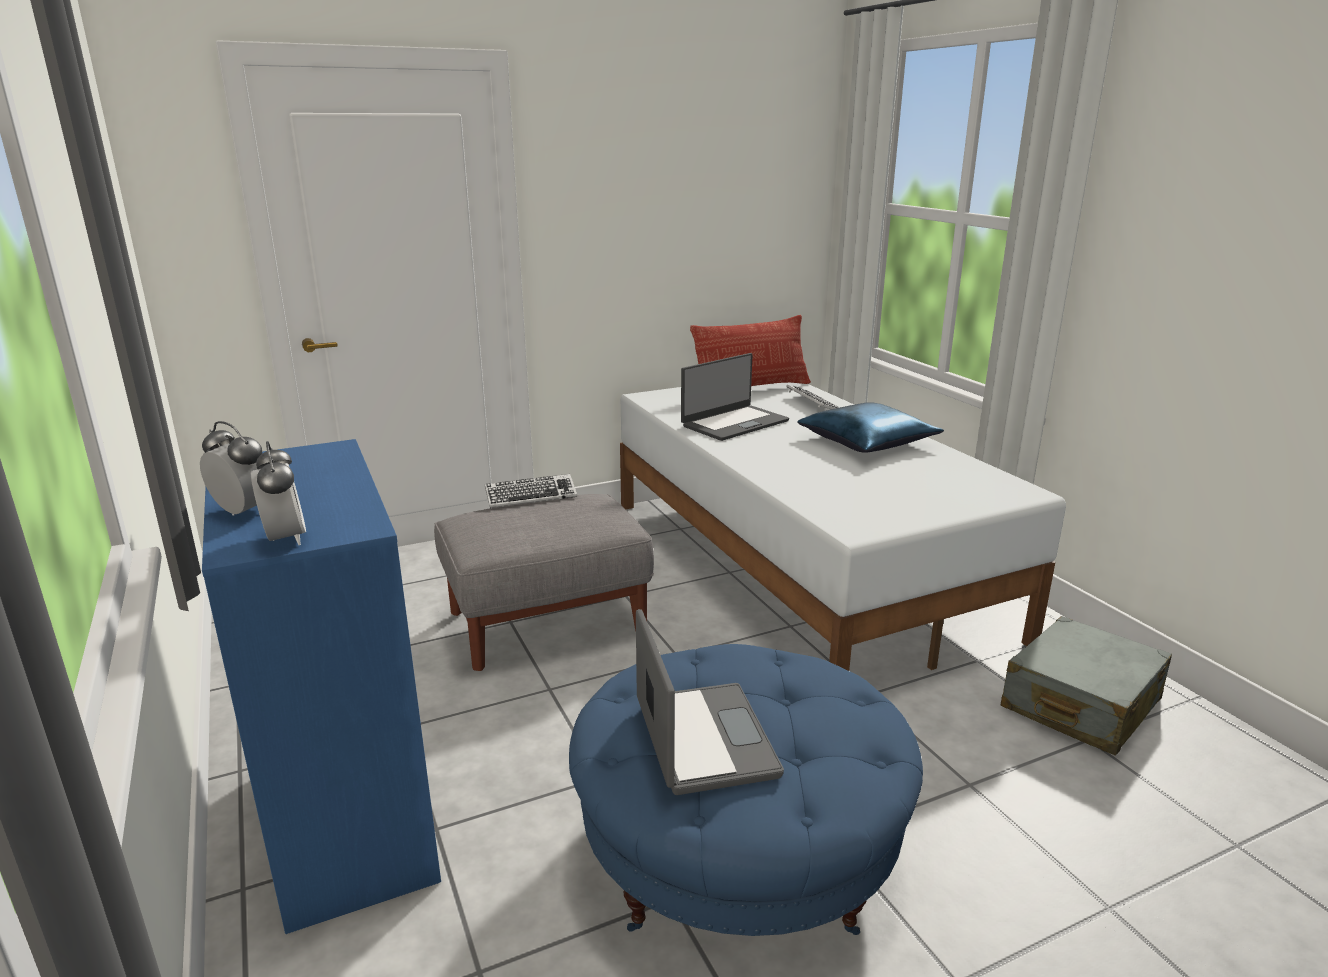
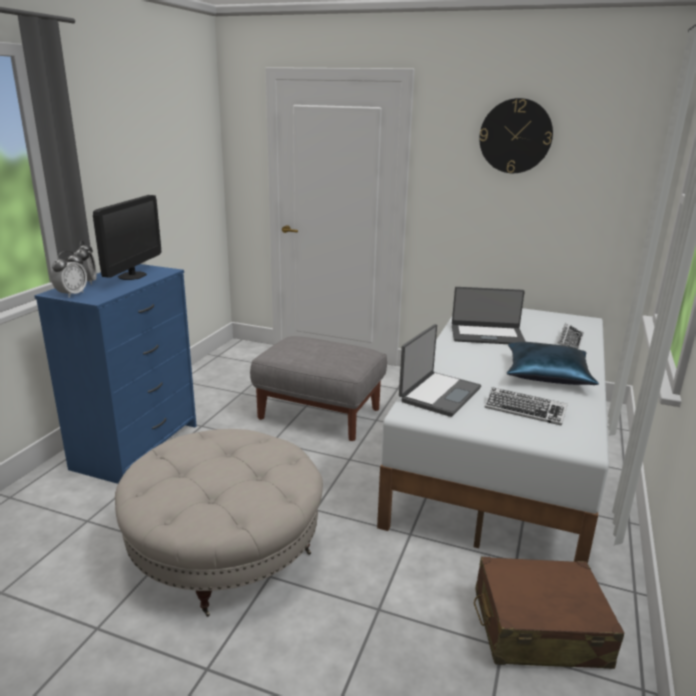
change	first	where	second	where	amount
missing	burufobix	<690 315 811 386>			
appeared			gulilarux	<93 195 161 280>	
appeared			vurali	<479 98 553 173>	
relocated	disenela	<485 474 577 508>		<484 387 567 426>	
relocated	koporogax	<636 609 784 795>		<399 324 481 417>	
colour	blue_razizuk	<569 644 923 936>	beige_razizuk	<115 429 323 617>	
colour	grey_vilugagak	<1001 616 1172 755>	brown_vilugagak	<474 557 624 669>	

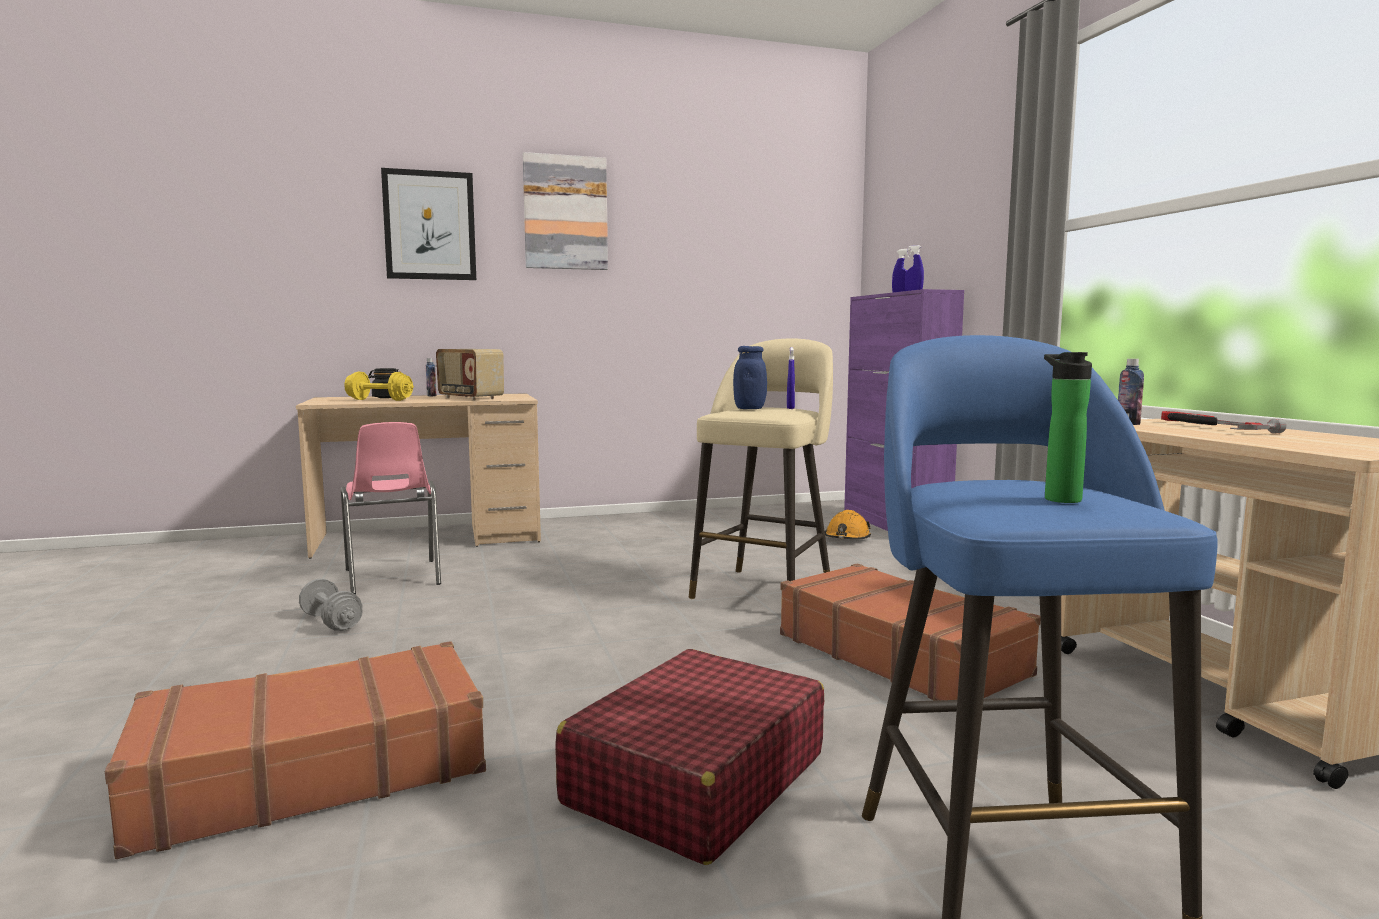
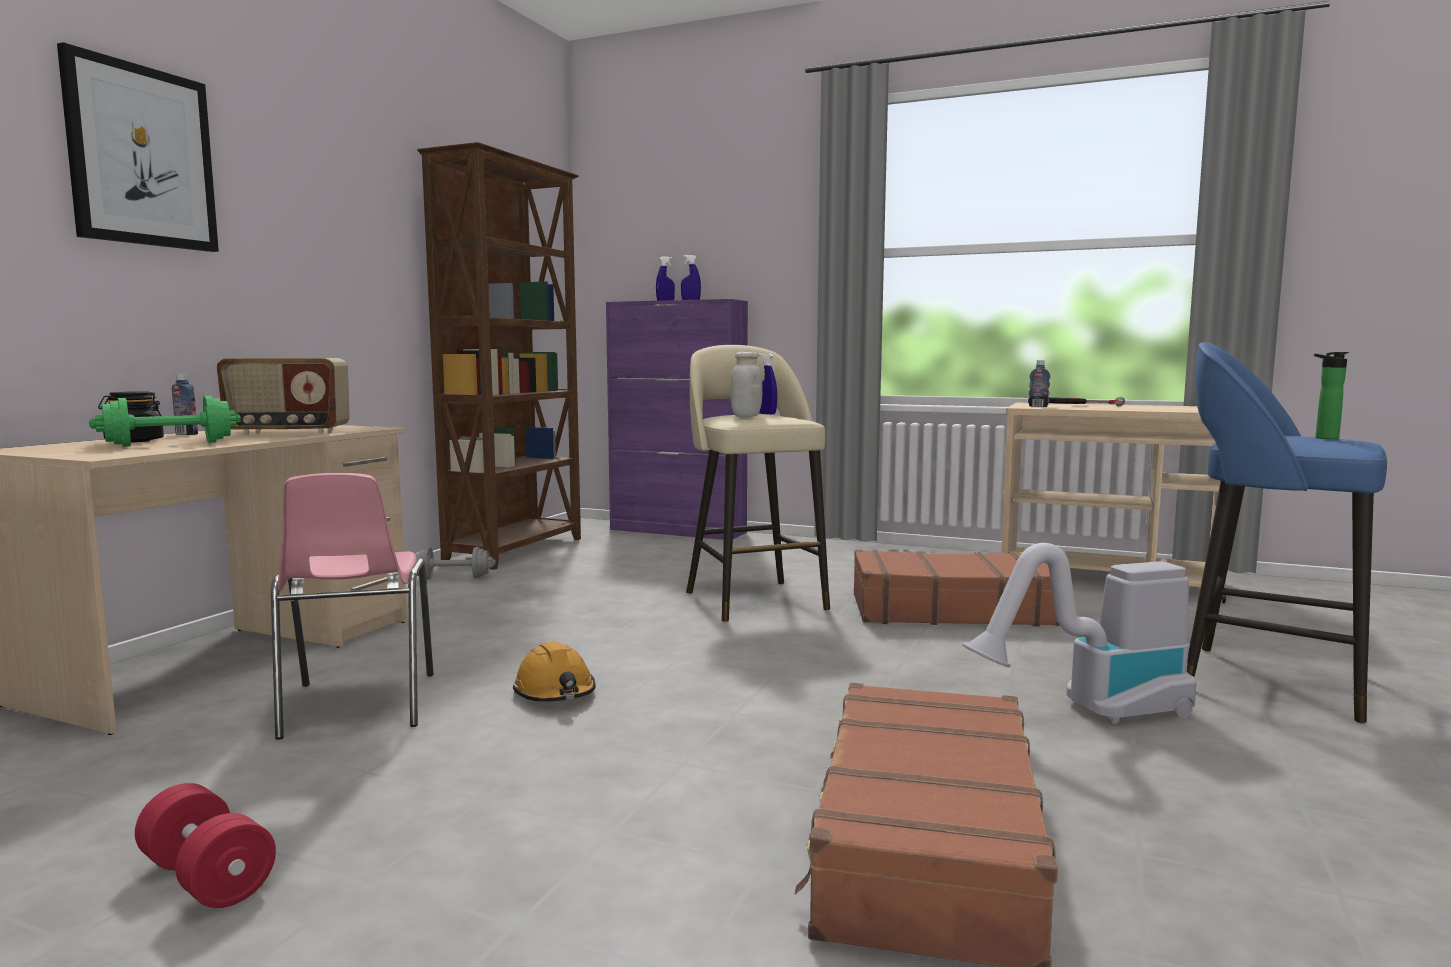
change	first	where	second	where	amount
missing	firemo	<523 152 608 270>			
appeared			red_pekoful	<135 783 276 908>	
appeared			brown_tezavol	<417 142 581 570>	
relocated	grey_pekoful	<299 579 363 631>		<415 547 496 579>	
relocated	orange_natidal	<825 510 871 539>		<513 642 596 702>	
exchanged	red_vilugagak	<555 649 824 865>	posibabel	<963 543 1197 724>	
colour	yellow_pekoful	<344 372 414 401>	green_pekoful	<89 396 241 447>	
colour	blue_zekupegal	<733 346 767 409>	white_zekupegal	<730 352 762 417>	
spun	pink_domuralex	<341 422 441 594>		<271 473 433 740>	60 degrees clockwise

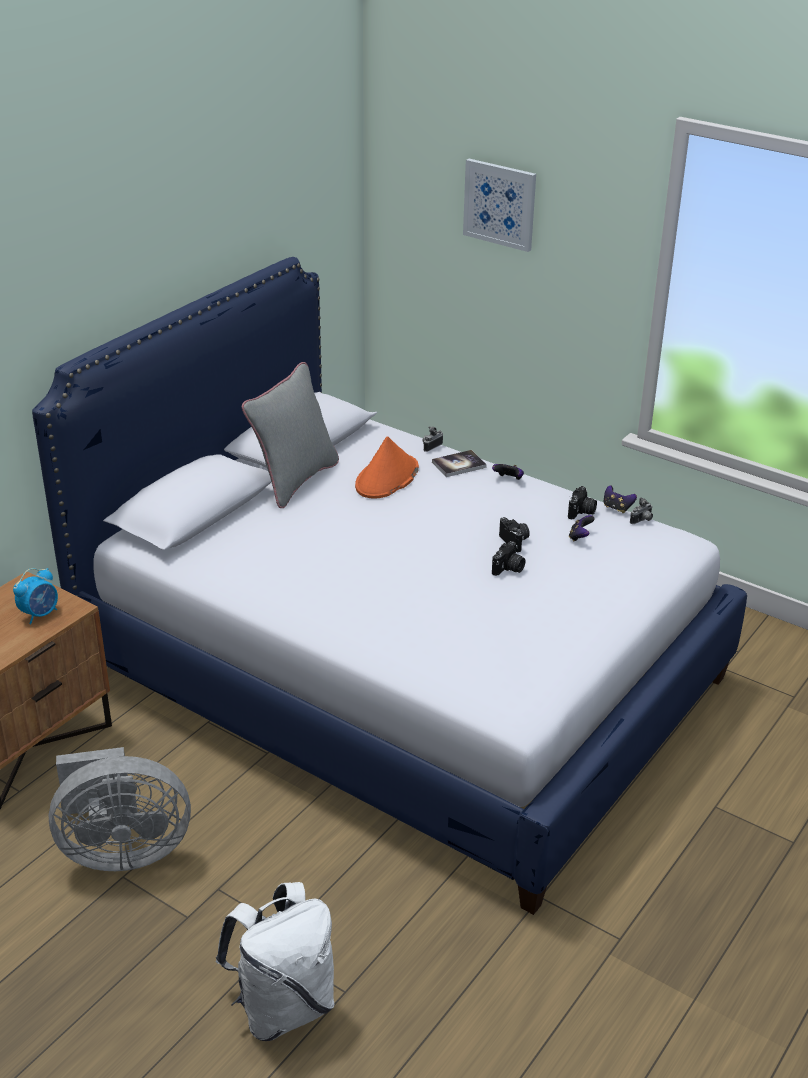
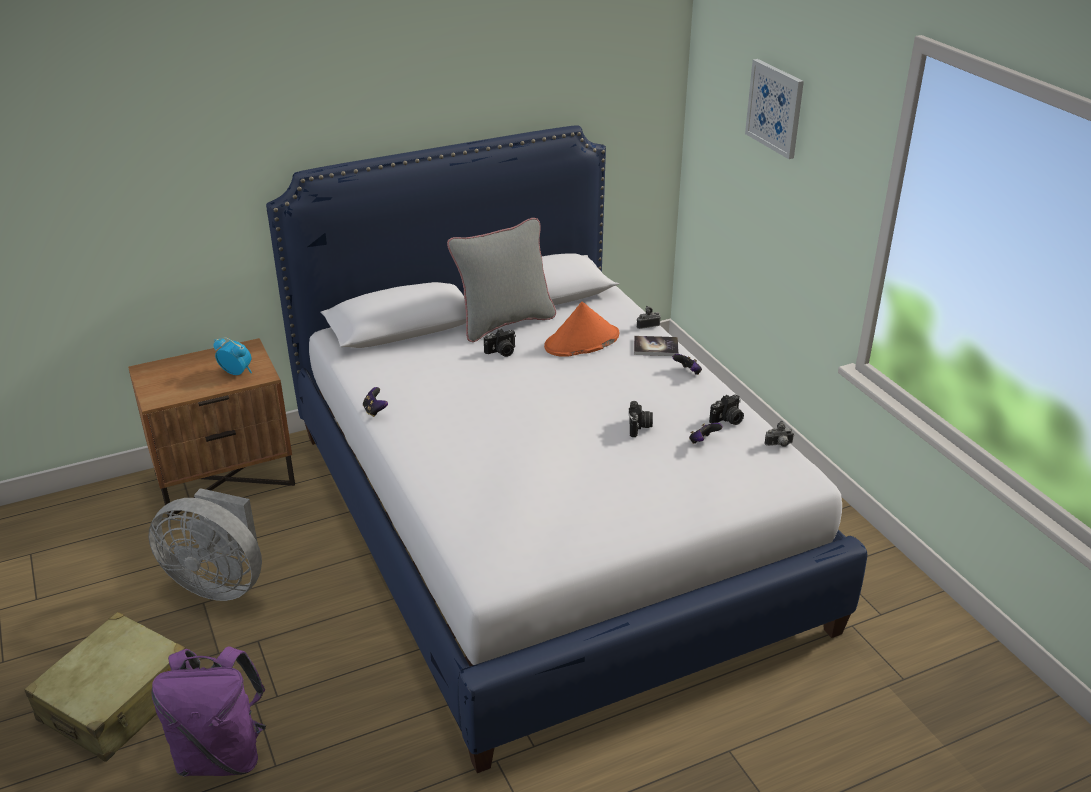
change	first	where	second	where	amount
appeared			beige_vilugagak	<24 612 186 762>	
relocated	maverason	<492 541 526 576>		<484 329 516 357>	
relocated	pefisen	<604 485 637 513>		<363 387 388 417>	
colour	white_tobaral	<216 882 334 1041>	purple_tobaral	<152 646 266 777>	
spun	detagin	<13 568 58 624>		<213 337 252 375>	135 degrees counterclockwise

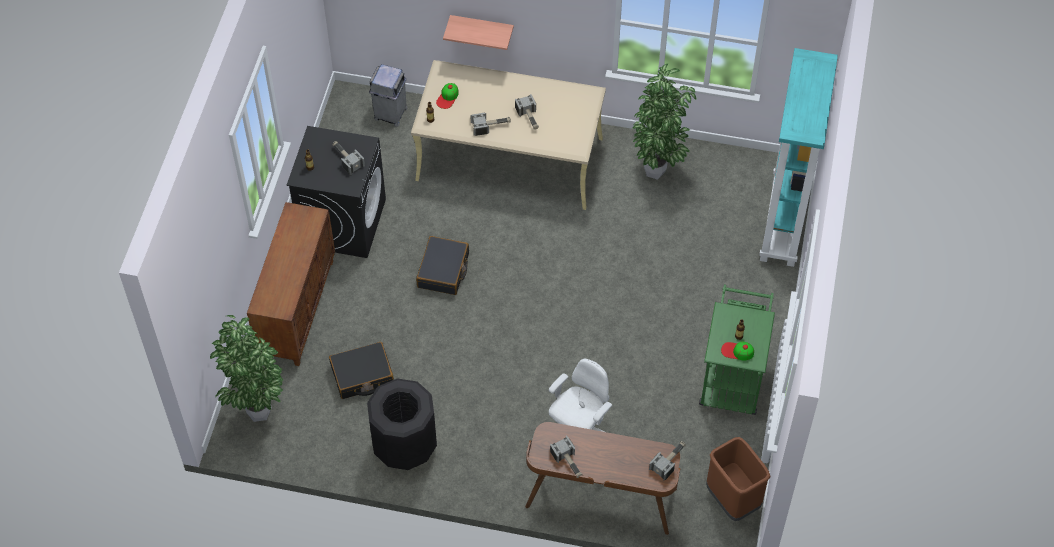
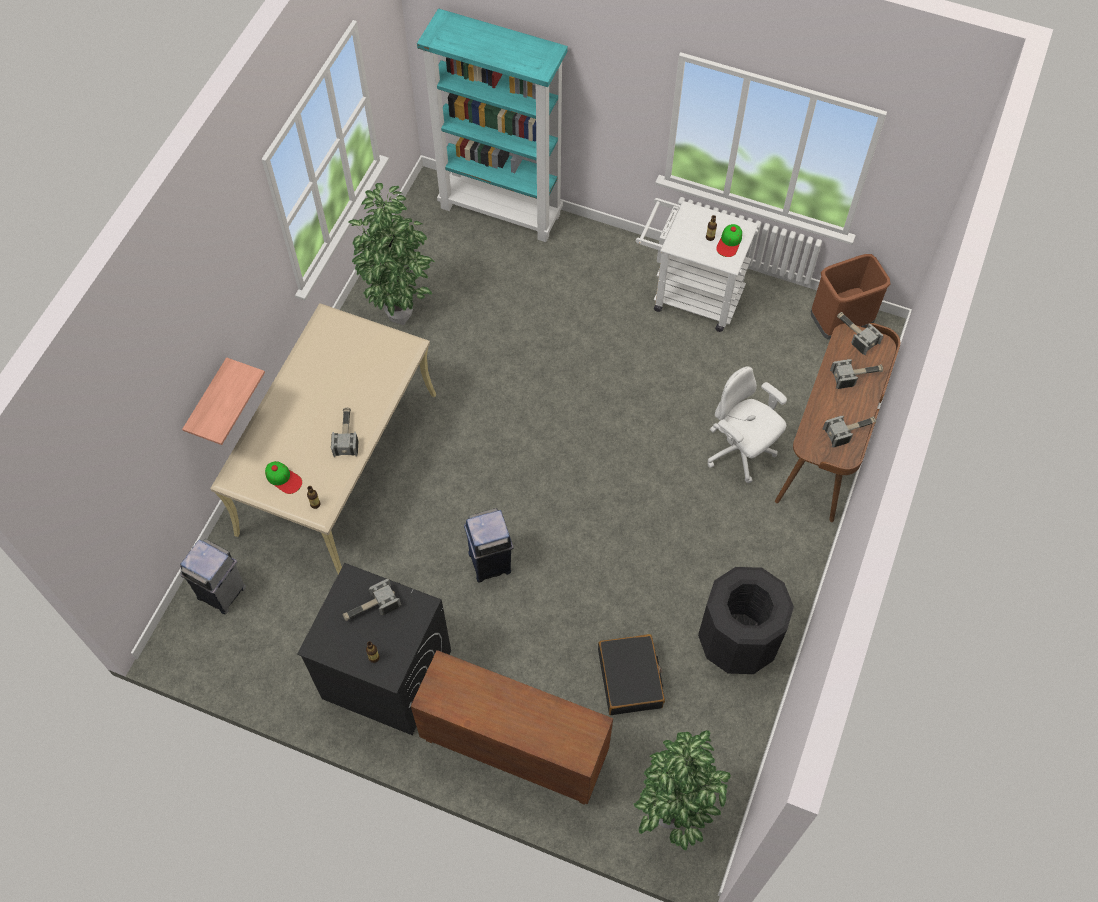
change	first	where	second	where	amount
relocated	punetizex	<515 94 539 129>		<830 359 883 389>	
exchanged	black_vilugagak	<416 236 469 295>	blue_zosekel	<464 508 514 583>	
colour	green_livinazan	<699 285 775 415>	white_livinazan	<635 198 758 332>	

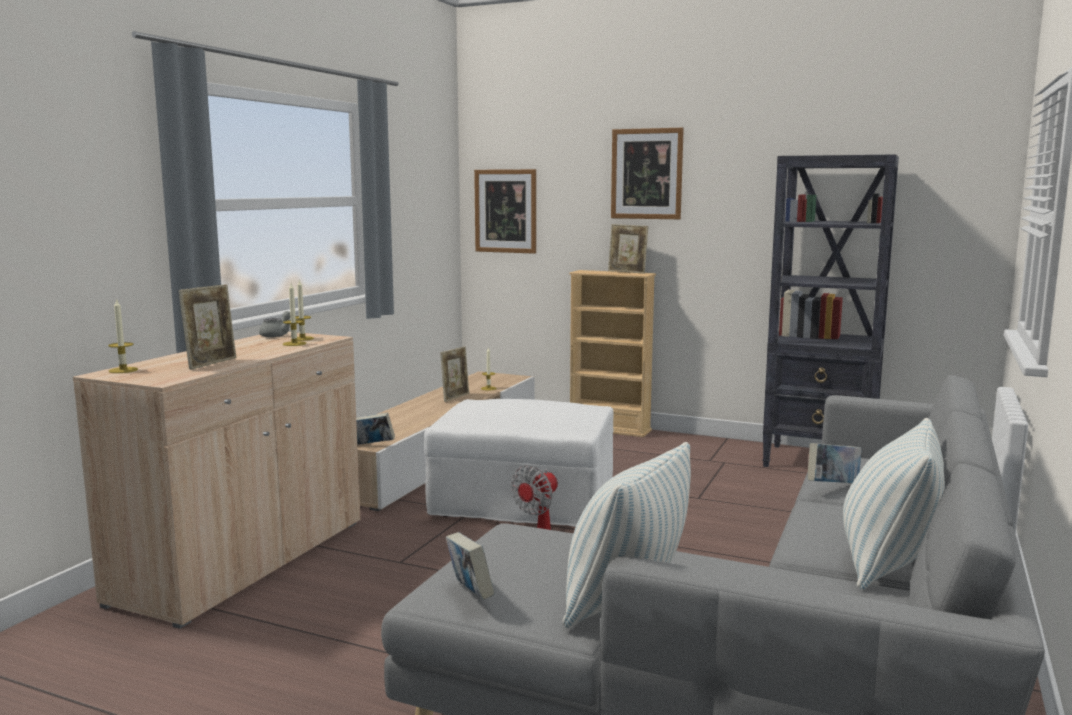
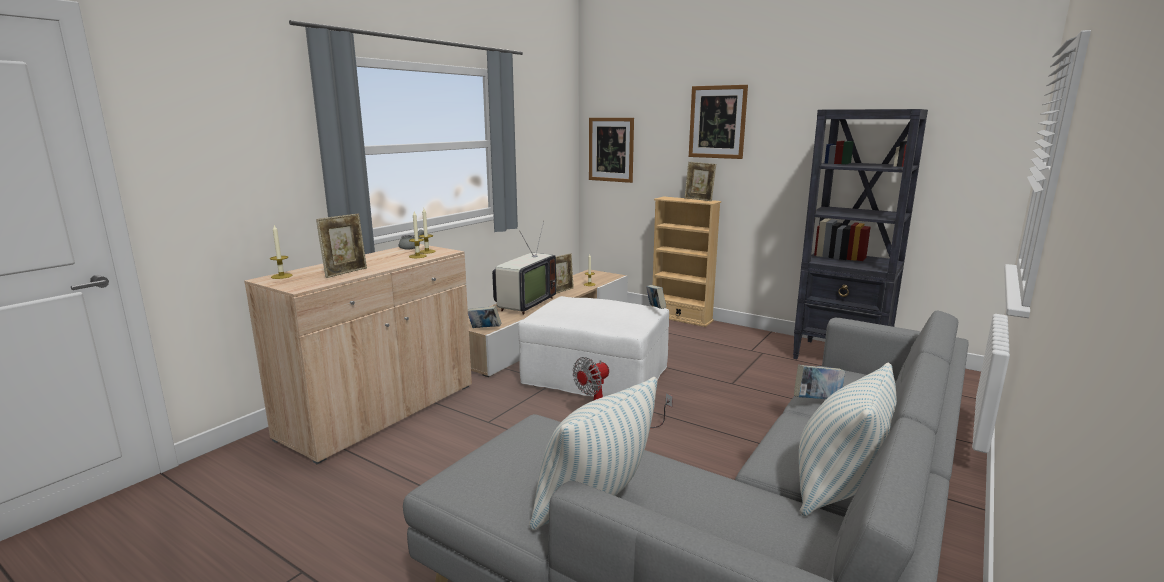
change	first	where	second	where	amount
appeared			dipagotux	<492 221 556 315>	
relocated	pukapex	<446 532 494 600>		<646 285 666 309>	

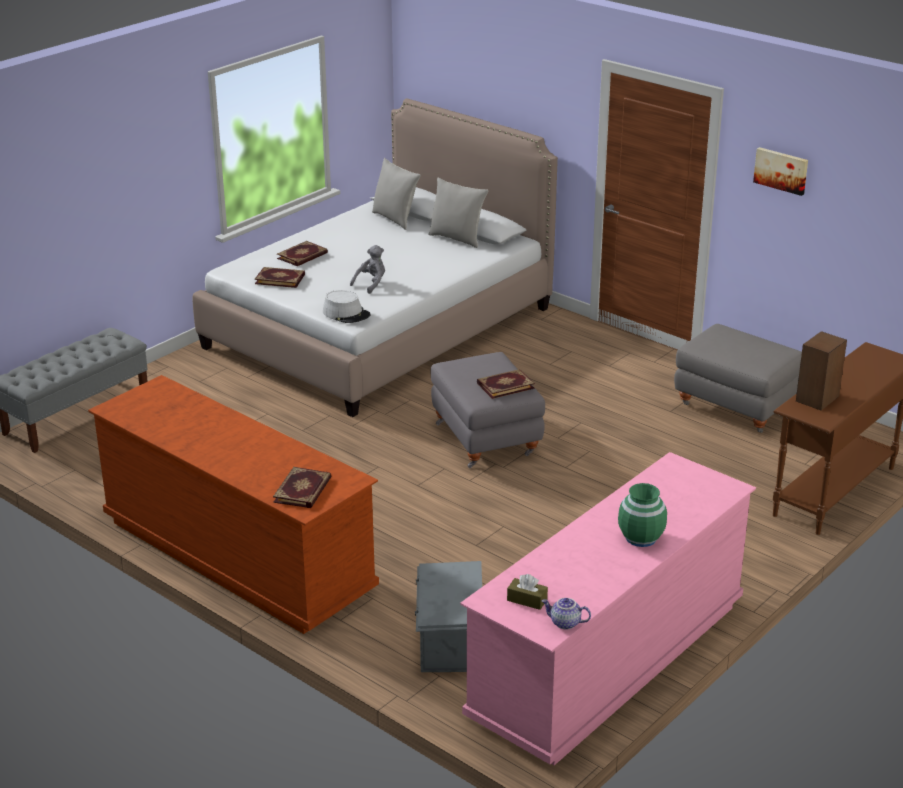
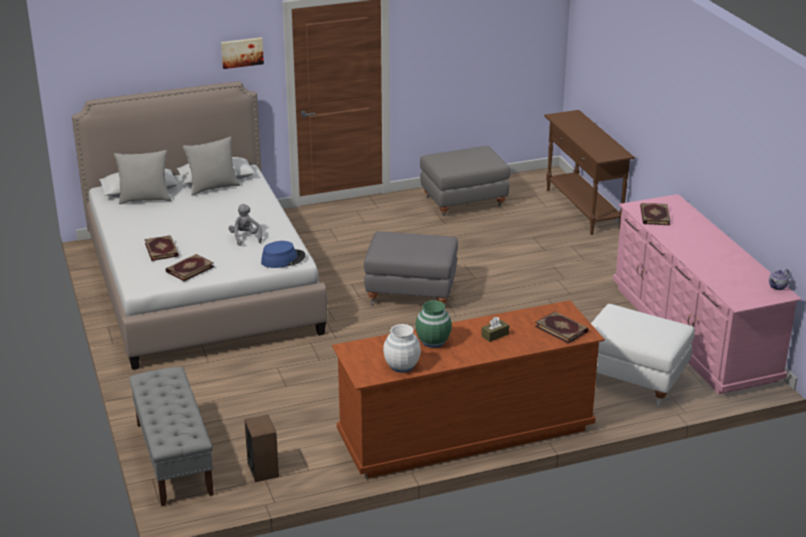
change	first	where	second	where	amount
appeared			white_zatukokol	<383 324 421 373>	
relocated	pukapex	<477 369 535 399>		<640 203 671 225>	
relocated	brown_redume	<507 574 548 610>		<481 317 509 342>	
relocated	green_zatukokol	<618 483 667 547>		<415 300 452 348>	
relocated	firemo	<753 147 808 196>		<221 37 264 69>	
relocated	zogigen	<796 331 847 410>		<244 415 279 482>	
exchanged	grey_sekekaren	<415 561 482 672>	white_razizuk	<591 304 695 406>	
colour	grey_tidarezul	<323 290 371 323>	blue_tidarezul	<261 241 306 268>	

